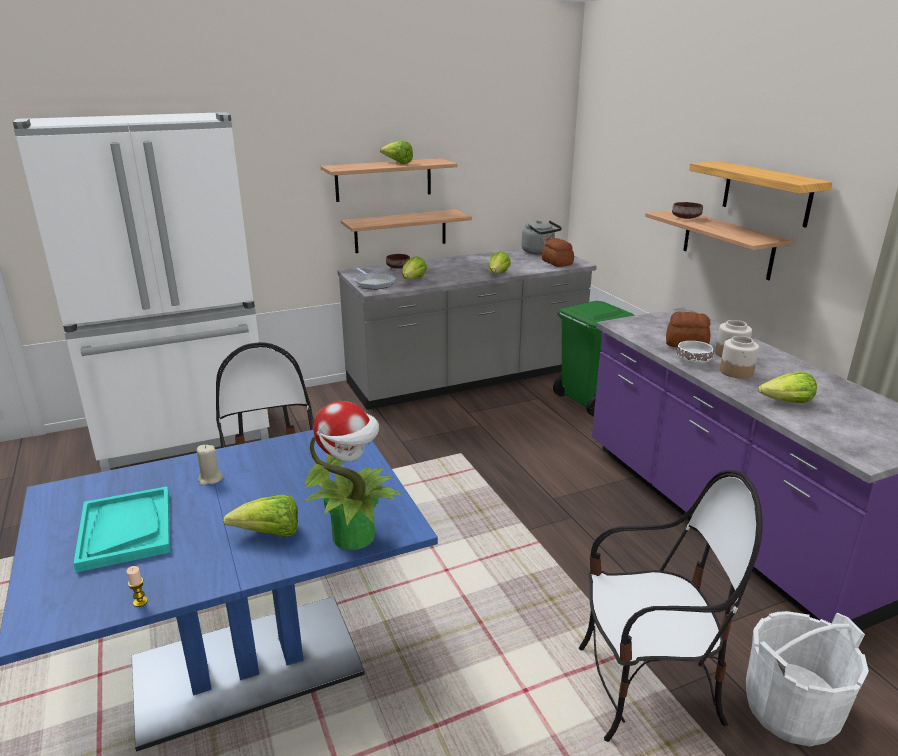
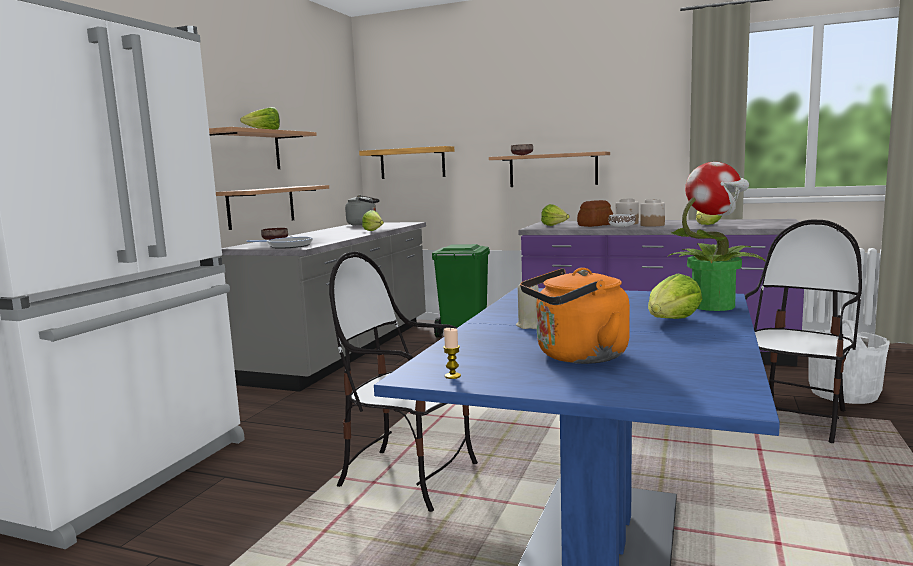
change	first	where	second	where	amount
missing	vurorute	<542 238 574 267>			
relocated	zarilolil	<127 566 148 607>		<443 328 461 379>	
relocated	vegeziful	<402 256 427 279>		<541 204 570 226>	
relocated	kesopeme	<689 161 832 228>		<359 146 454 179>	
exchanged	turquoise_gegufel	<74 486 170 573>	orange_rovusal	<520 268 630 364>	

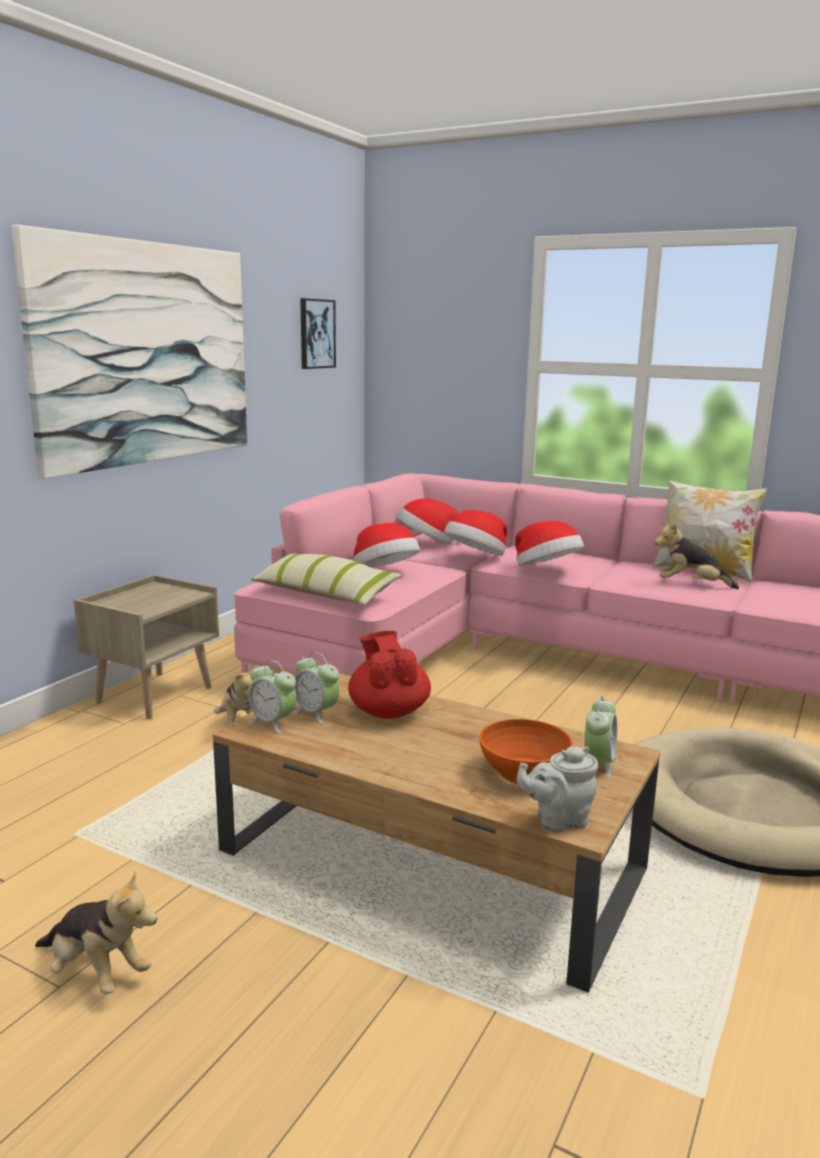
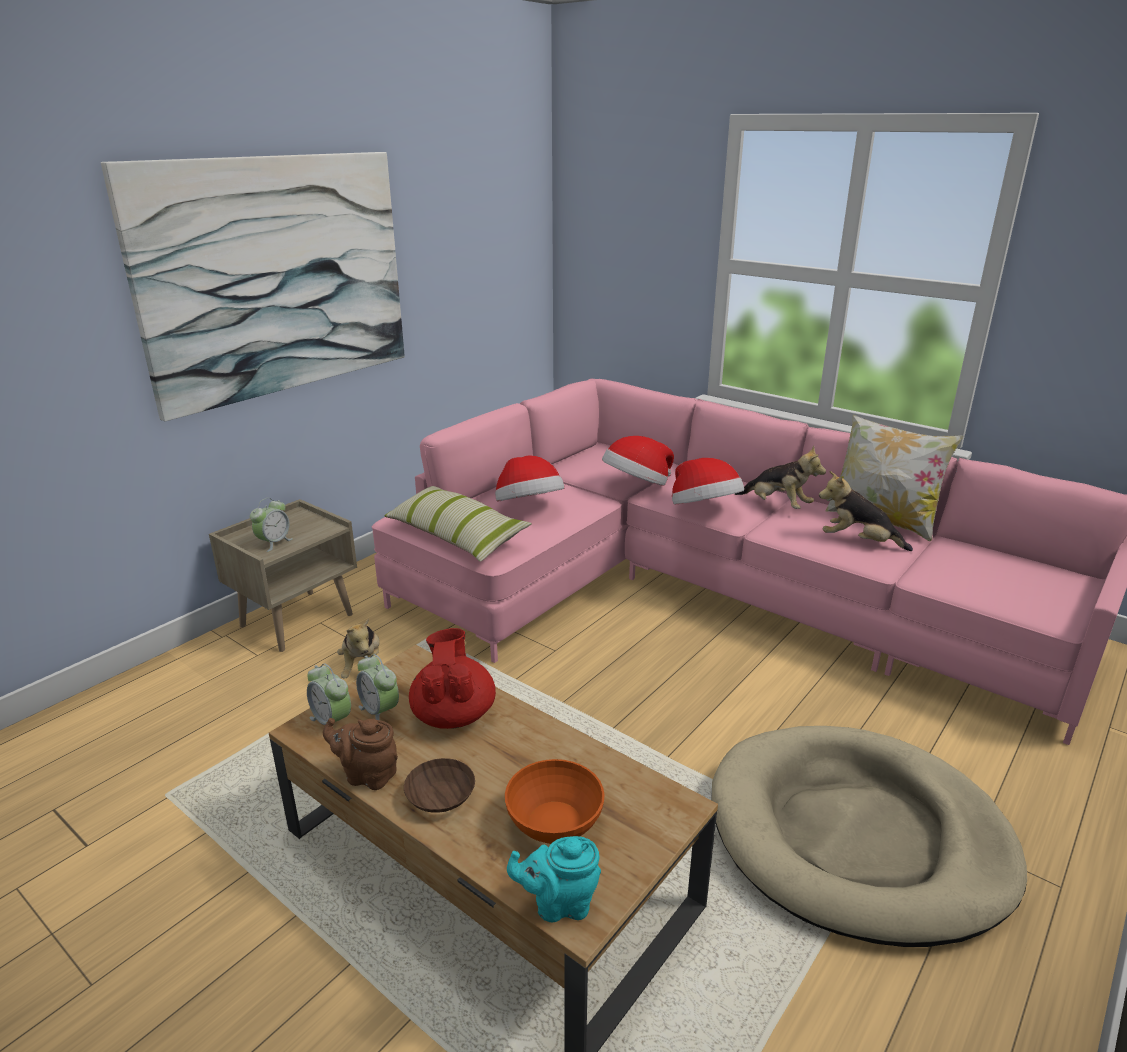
change	first	where	second	where	amount
missing	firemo	<300 298 336 369>			
missing	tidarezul	<397 498 459 546>			
appeared			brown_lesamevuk	<323 718 398 790>	
appeared			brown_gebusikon	<404 758 475 813>	
relocated	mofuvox	<35 871 157 994>		<735 446 826 509>	
relocated	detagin	<584 696 617 778>		<250 498 293 552>	
colour	grey_lesamevuk	<517 746 598 832>	turquoise_lesamevuk	<507 836 601 923>	

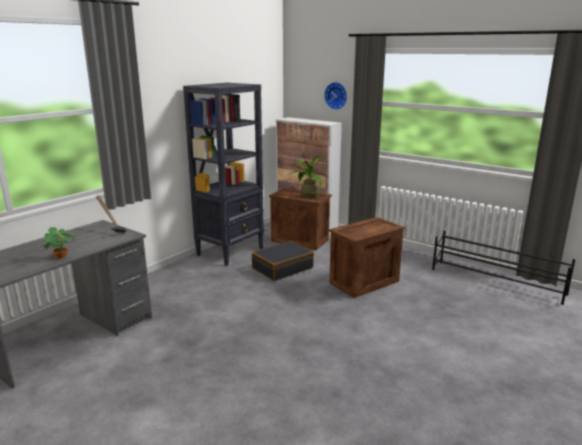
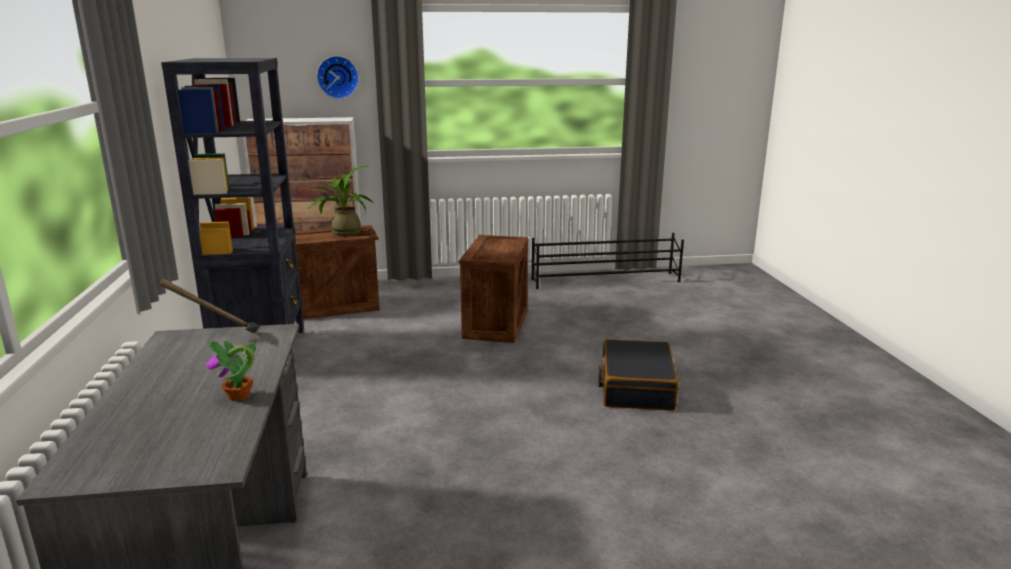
change	first	where	second	where	amount
relocated	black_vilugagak	<252 241 314 281>		<598 339 679 411>	

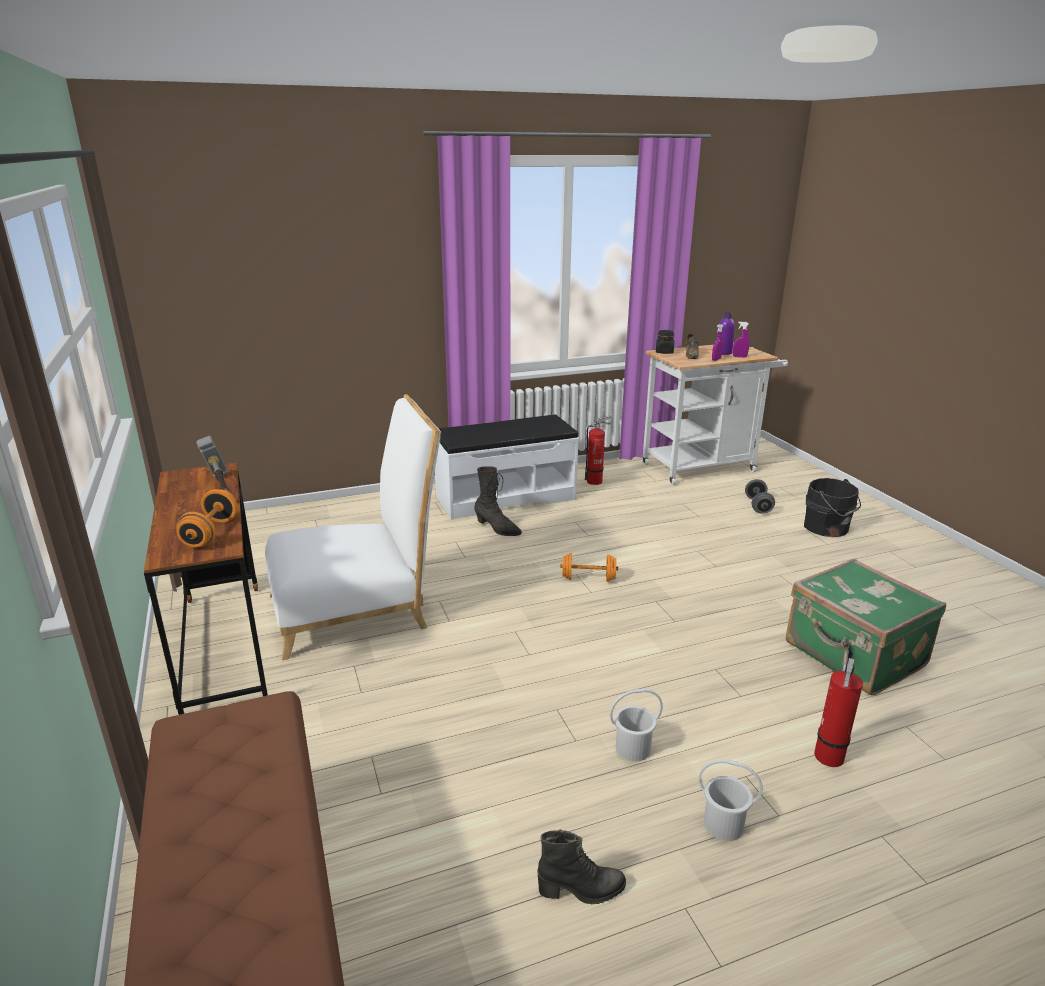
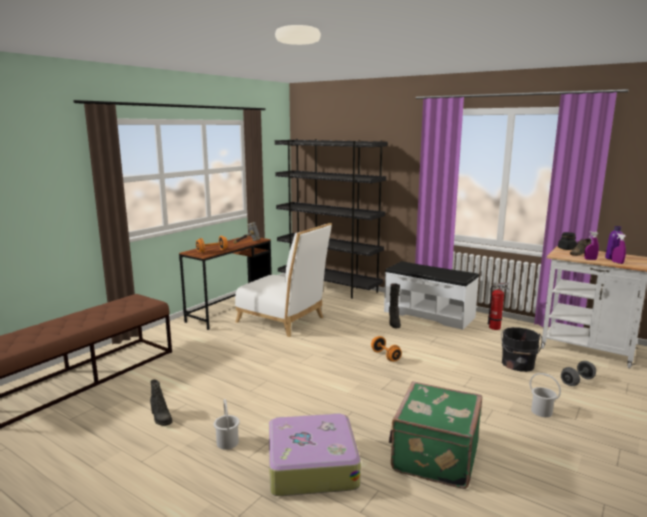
change	first	where	second	where	amount
appeared			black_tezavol	<275 139 387 299>	
relocated	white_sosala	<610 689 663 762>		<530 373 561 417>	
relocated	black_sosala	<804 478 861 537>		<501 327 542 372>	
exchanged	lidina	<814 658 863 767>	vilugagak	<269 413 361 496>	

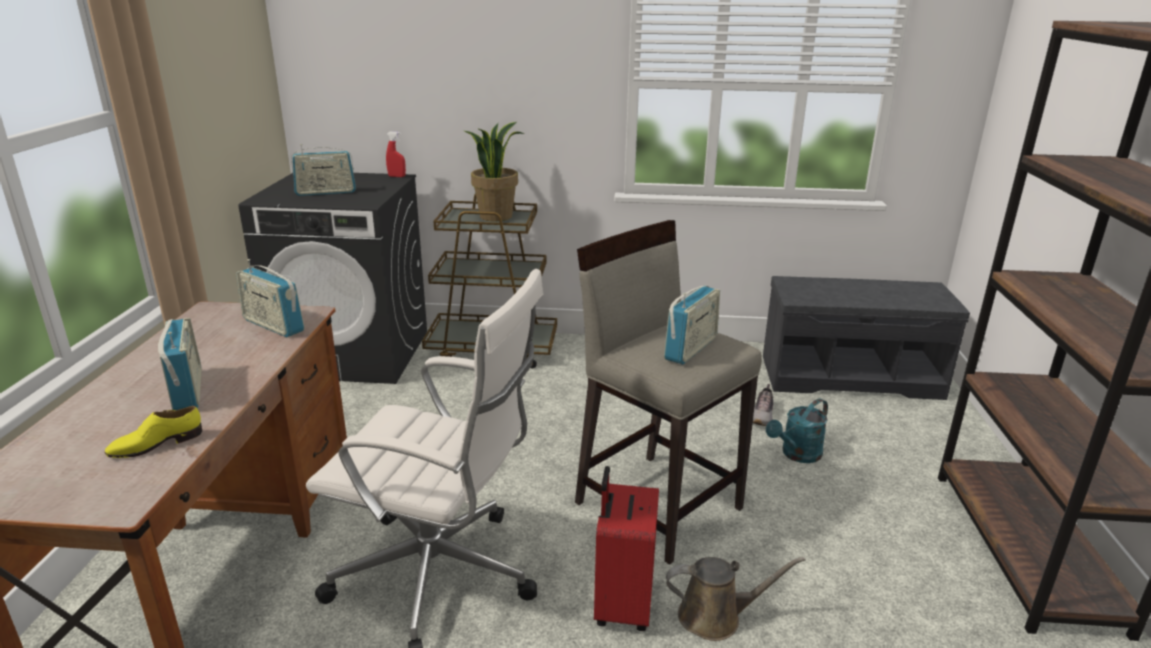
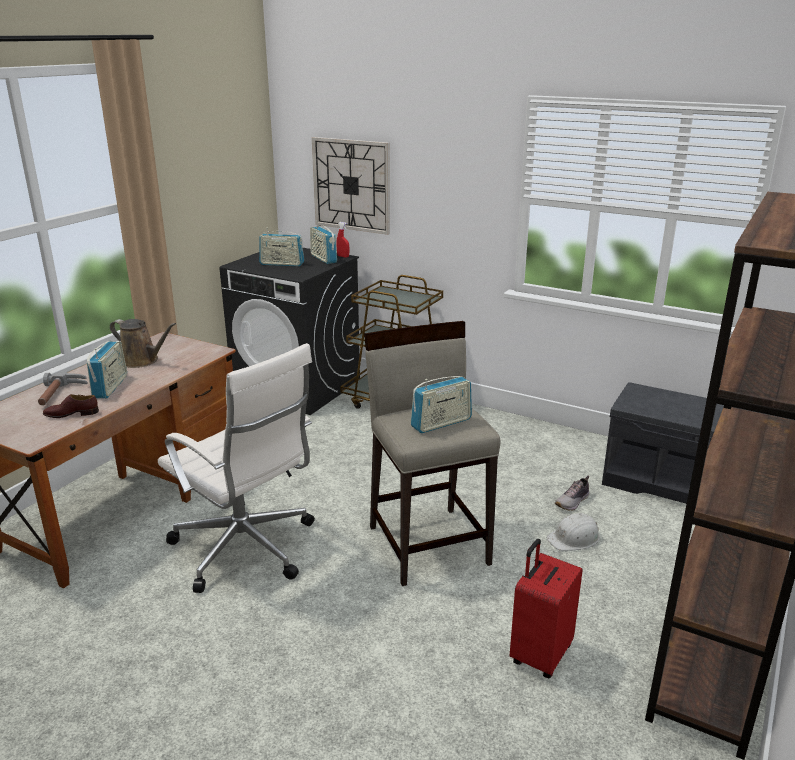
change	first	where	second	where	amount
missing	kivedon	<464 122 524 222>			
appeared			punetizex	<38 372 88 405>	
appeared			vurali	<312 137 390 235>	
relocated	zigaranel	<236 259 304 337>		<310 221 337 264>	
relocated	red_vilugagak	<594 466 659 631>		<510 539 583 678>	
relocated	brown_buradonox	<666 557 805 641>		<110 319 176 368>	
exchanged	turquoise_buradonox	<766 398 828 463>	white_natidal	<547 513 600 551>	
colour	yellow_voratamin	<105 406 202 458>	brown_voratamin	<43 394 99 418>	

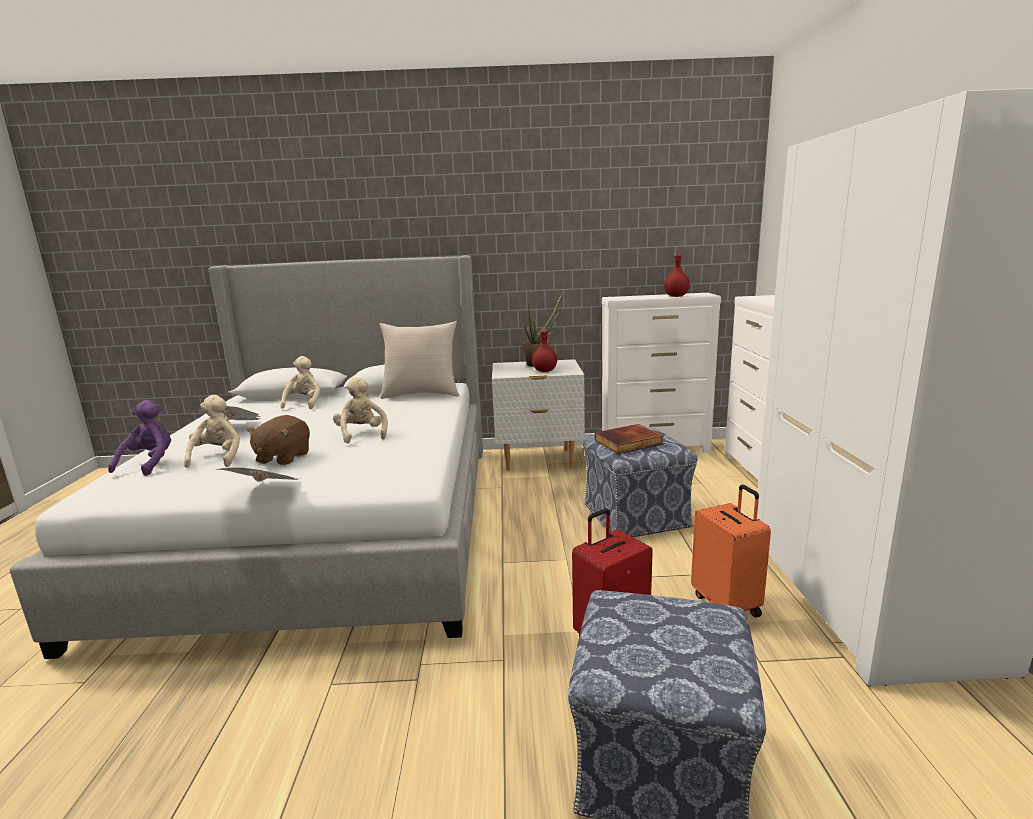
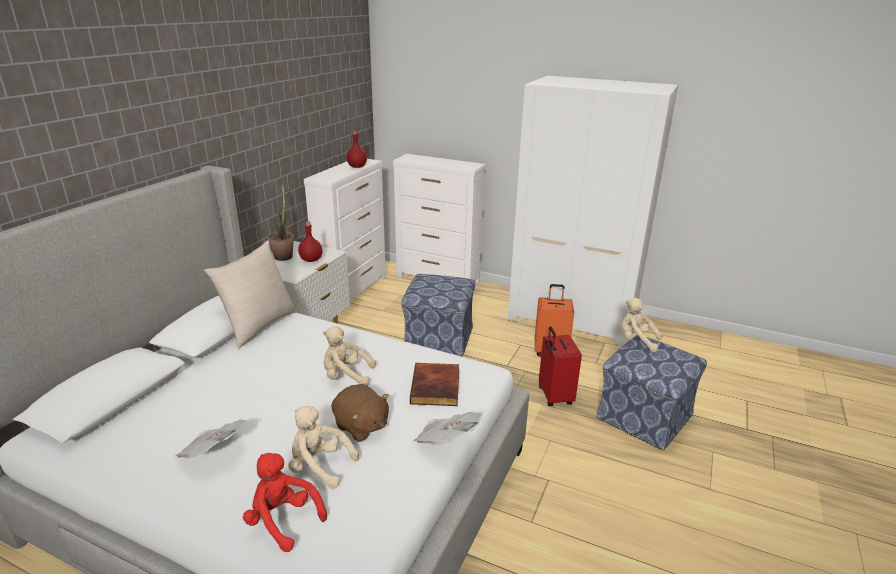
change	first	where	second	where	amount
relocated	beige_mofuvox	<281 356 320 409>		<620 298 663 352>	
relocated	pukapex	<595 424 664 454>		<410 363 459 406>	
colour	purple_mofuvox	<108 400 171 476>	red_mofuvox	<243 453 327 552>	

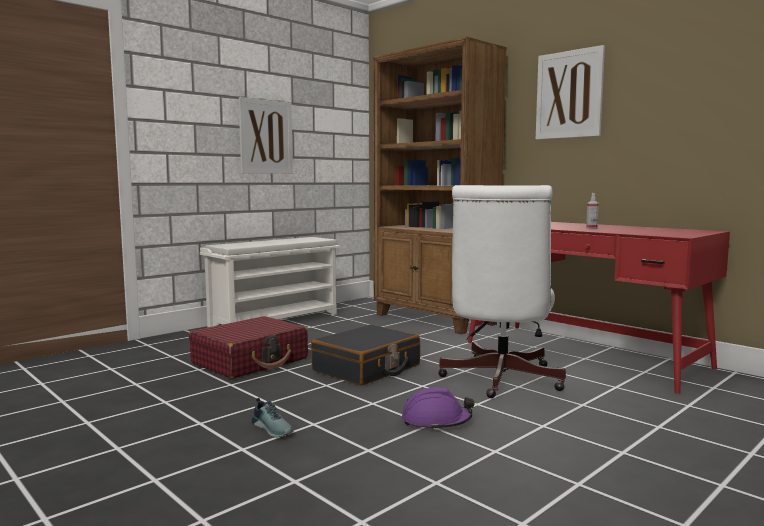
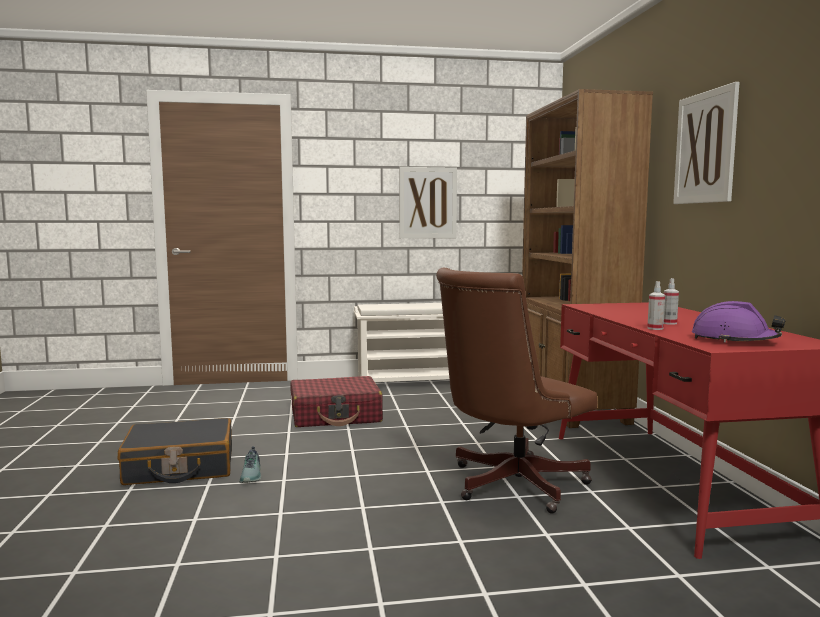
change	first	where	second	where	amount
appeared			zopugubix	<647 281 665 330>	
relocated	black_vilugagak	<311 324 420 386>		<118 418 232 485>	
relocated	purple_natidal	<402 387 474 431>		<692 301 786 343>	
colour	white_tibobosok	<438 185 566 398>	brown_tibobosok	<436 268 597 514>	

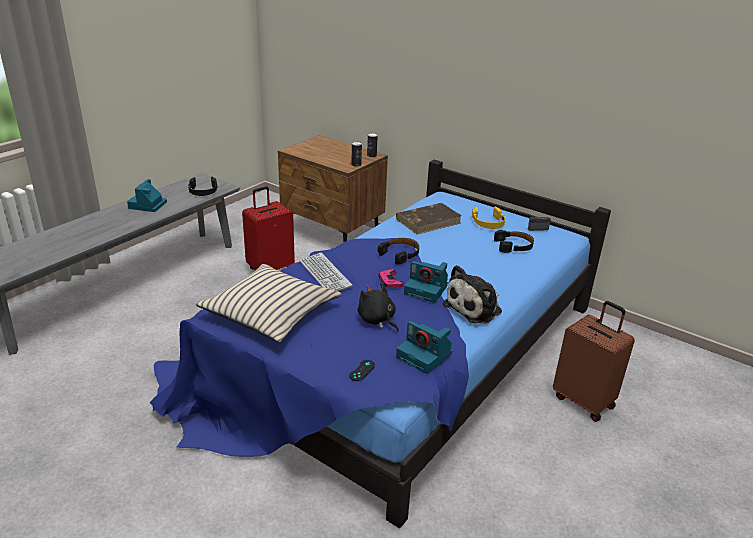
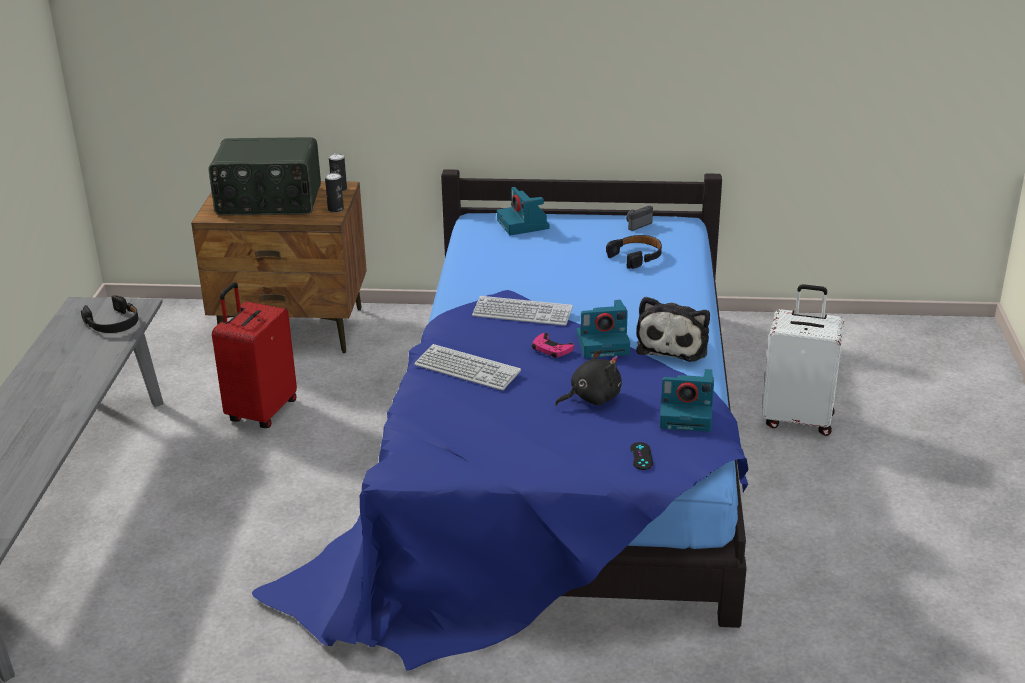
change	first	where	second	where	amount
missing	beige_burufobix	<196 264 342 343>			
missing	brown_pukapex	<396 203 462 234>			
missing	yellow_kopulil	<472 207 505 229>			
appeared			zigaranel	<209 137 321 215>	
relocated	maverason	<127 179 167 212>		<497 187 550 236>	
exchanged	black_kopulil	<378 238 419 264>	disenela	<472 296 573 326>	
colour	brown_vilugagak	<553 301 635 422>	white_vilugagak	<762 284 844 436>	
spun	black_mofuvox	<358 283 399 332>		<555 349 622 406>	135 degrees clockwise

